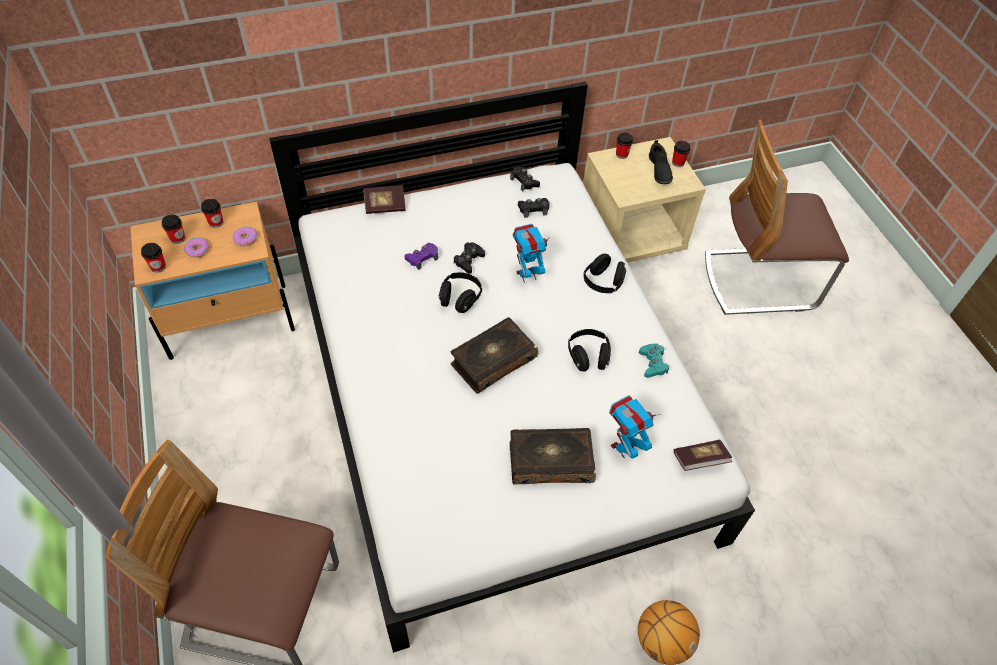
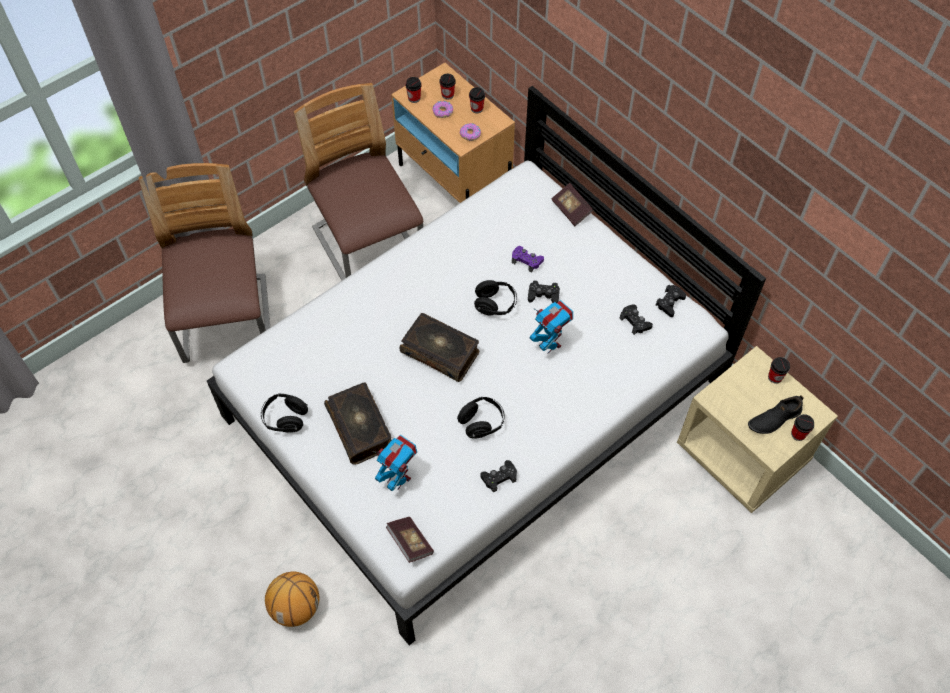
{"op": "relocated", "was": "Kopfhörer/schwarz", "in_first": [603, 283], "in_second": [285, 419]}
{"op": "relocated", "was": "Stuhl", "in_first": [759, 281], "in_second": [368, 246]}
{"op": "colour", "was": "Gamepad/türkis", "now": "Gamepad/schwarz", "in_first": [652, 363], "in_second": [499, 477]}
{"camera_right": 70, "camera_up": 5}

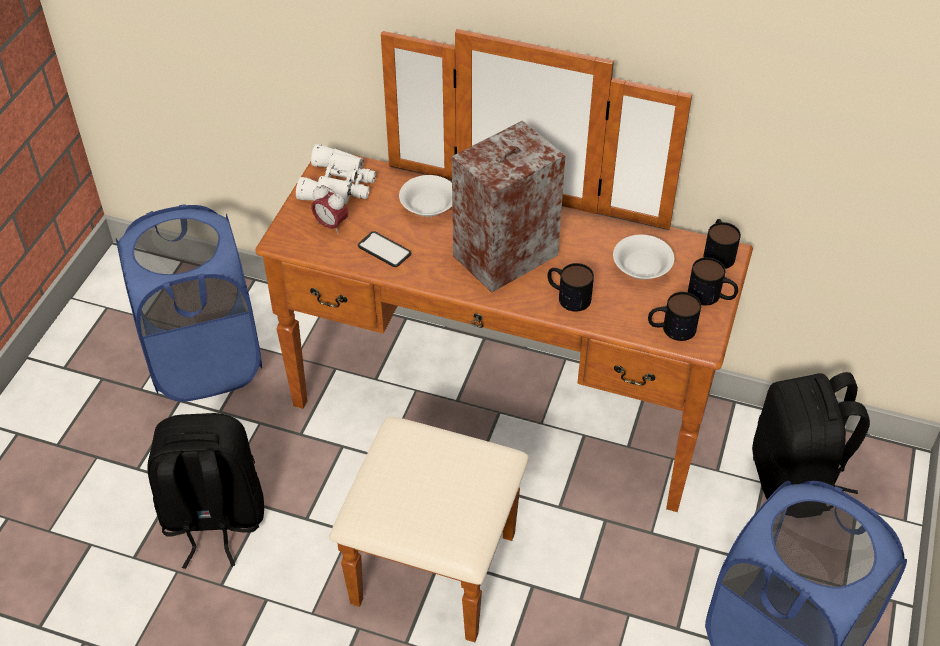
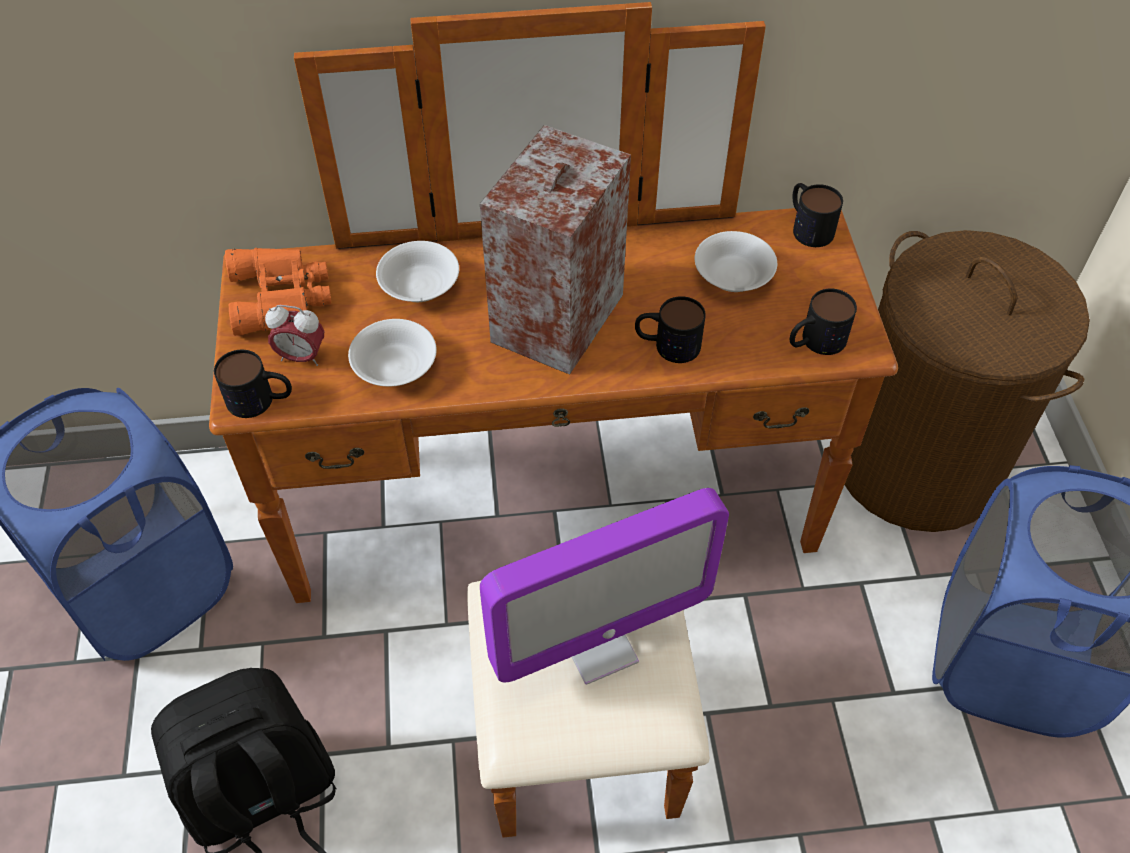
{"op": "appeared", "now": "Monitor", "in_second": [598, 646]}
{"op": "relocated", "was": "Henkelbecher", "in_first": [711, 296], "in_second": [261, 400]}
{"op": "exchanged", "was": "Handy", "now": "Schüssel/weiß", "in_first": [384, 250], "in_second": [394, 366]}
{"op": "exchanged", "was": "Rucksack/schwarz", "now": "Wäschekorb/braun", "in_first": [794, 481], "in_second": [917, 463]}
{"op": "colour", "was": "Fernglas/weiß", "now": "Fernglas/orange", "in_first": [339, 184], "in_second": [282, 296]}
{"camera_right": -25, "camera_up": 5}

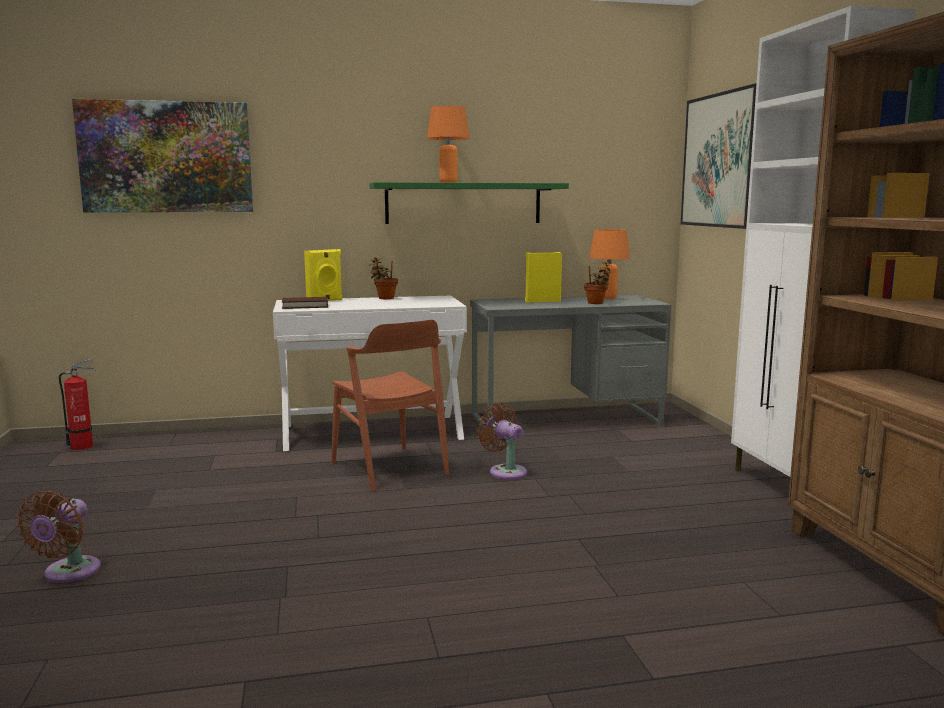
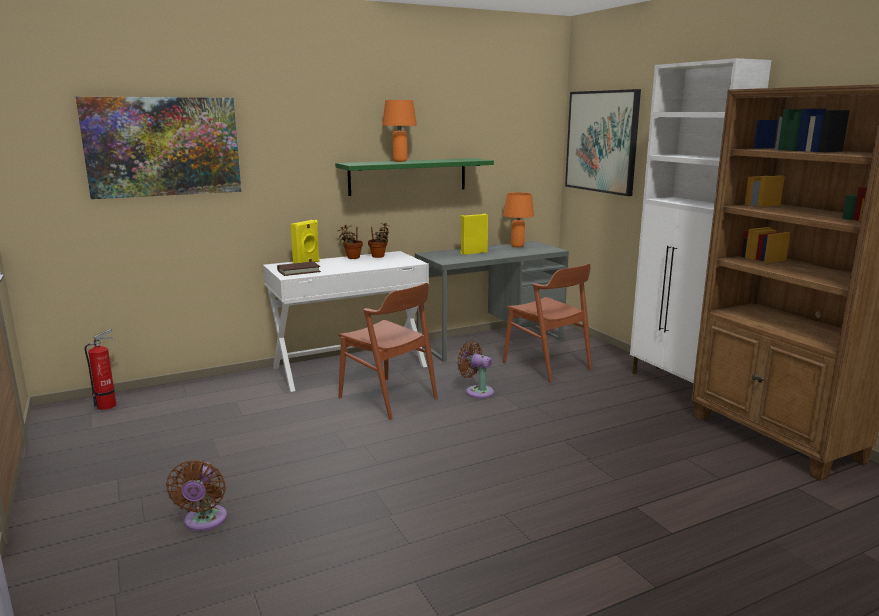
{"op": "appeared", "now": "Stuhl/braun", "in_second": [547, 365]}
{"op": "relocated", "was": "Topfpflanze", "in_first": [596, 303], "in_second": [379, 256]}
{"camera_right": -15, "camera_up": 5}

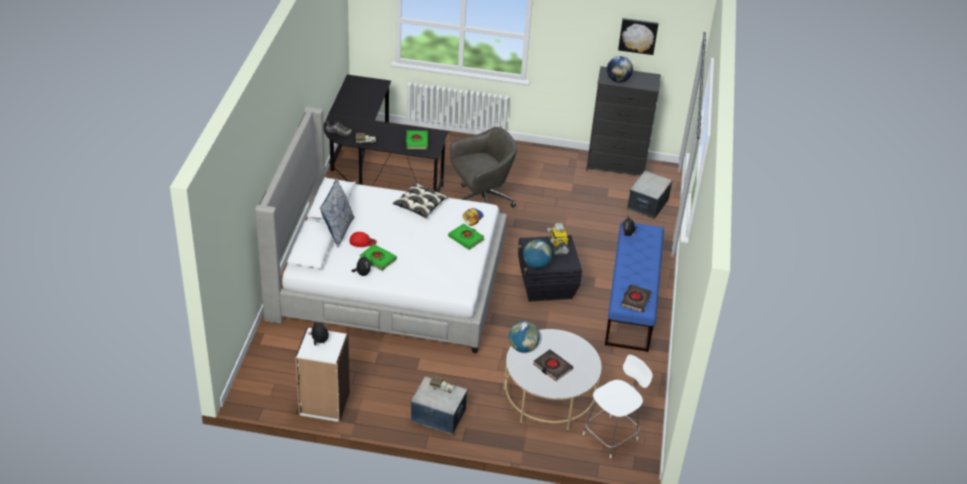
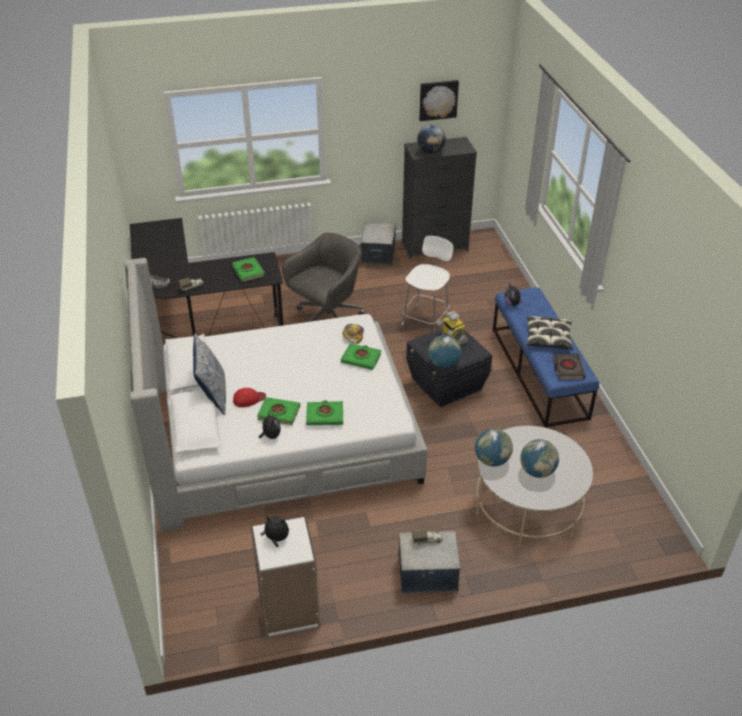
{"op": "appeared", "now": "Buch/grün", "in_second": [325, 415]}
{"op": "relocated", "was": "Kissen", "in_first": [420, 205], "in_second": [548, 338]}
{"op": "relocated", "was": "Stuhl/weiß", "in_first": [612, 436], "in_second": [426, 319]}
{"op": "relocated", "was": "Aufbewahrungsbox", "in_first": [647, 204], "in_second": [378, 255]}
{"op": "exchanged", "was": "Buch/schwarz", "now": "Globus", "in_first": [552, 367], "in_second": [537, 471]}
{"camera_right": -20, "camera_up": 0}

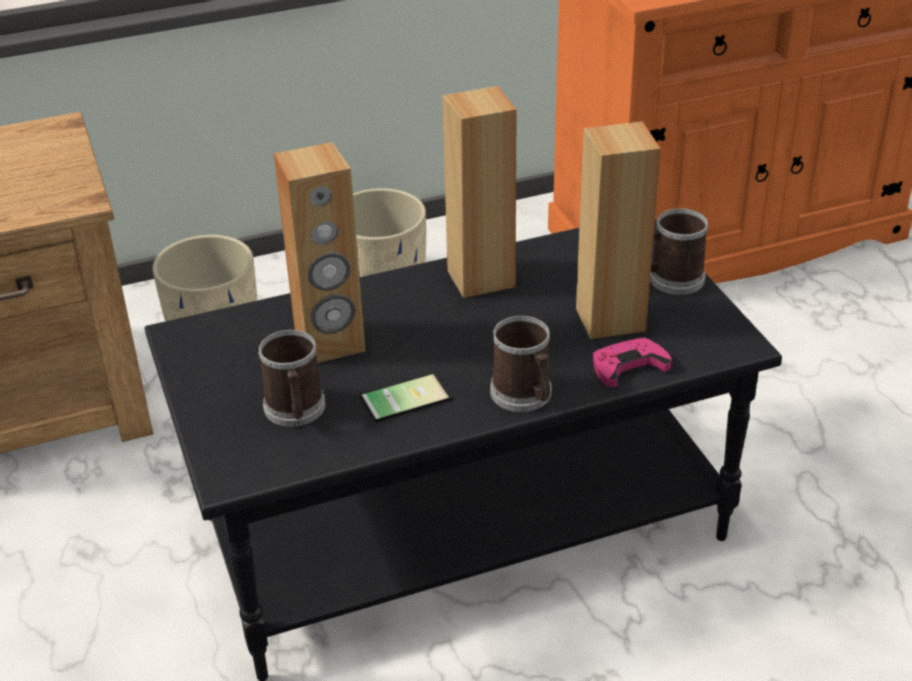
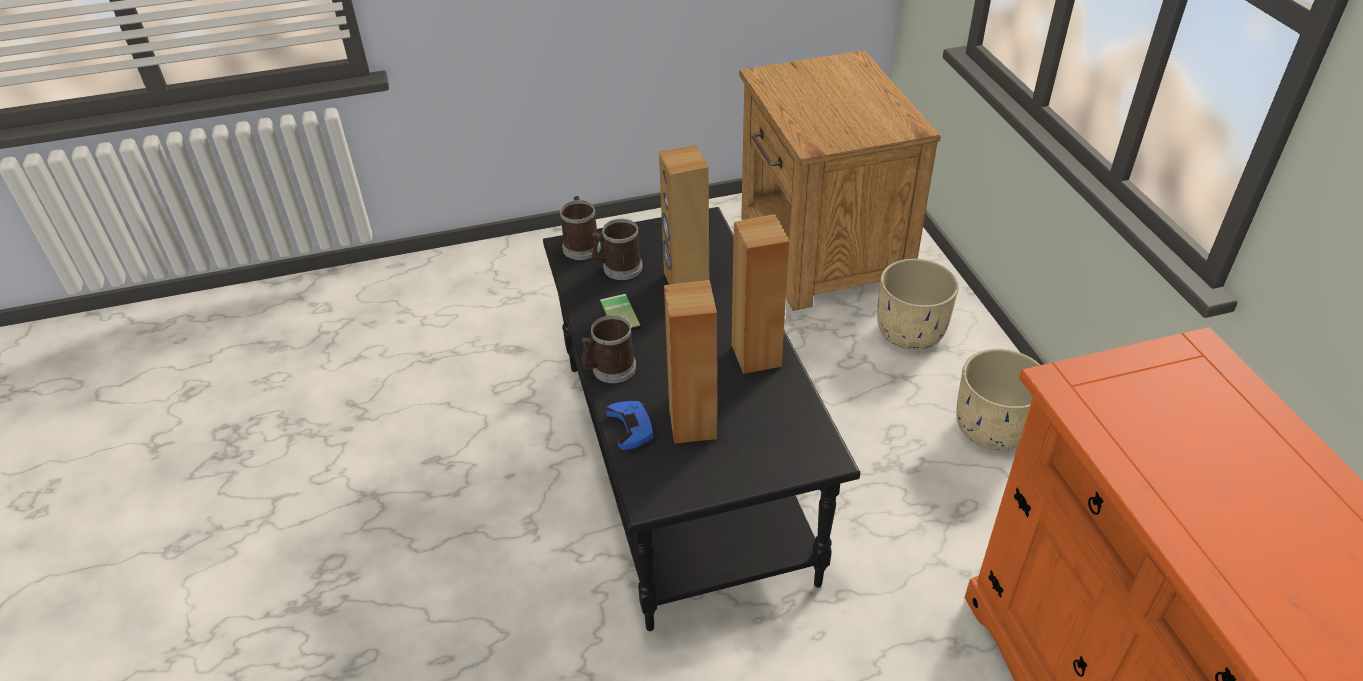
{"op": "relocated", "was": "Henkelbecher", "in_first": [670, 279], "in_second": [581, 245]}
{"op": "colour", "was": "Gamepad/rosa", "now": "Gamepad/blau", "in_first": [628, 366], "in_second": [631, 427]}
{"camera_right": 95, "camera_up": 5}

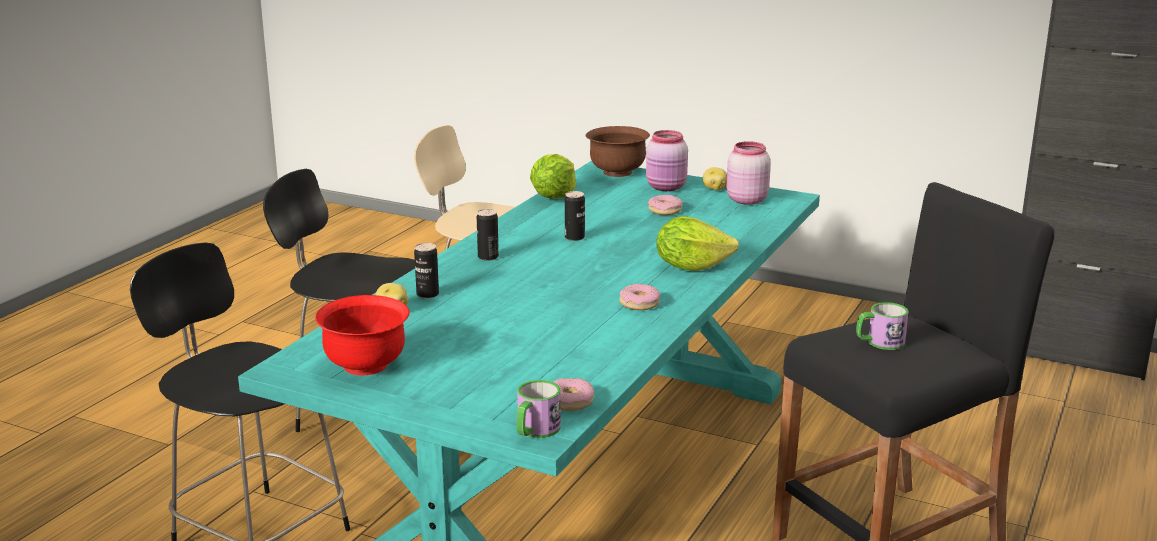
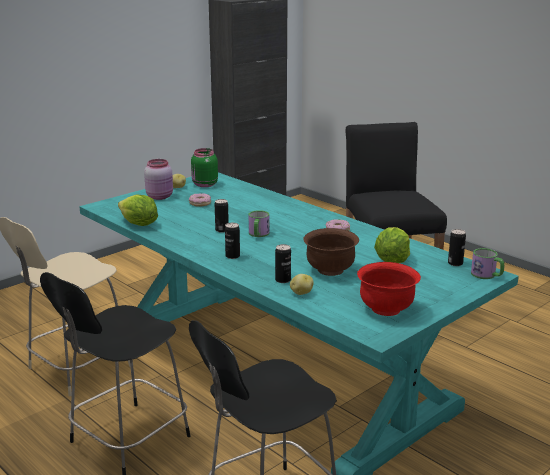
{"op": "relocated", "was": "Schüssel/braun", "in_first": [617, 172], "in_second": [330, 270]}
{"op": "relocated", "was": "Salatkopf", "in_first": [691, 266], "in_second": [392, 260]}
{"op": "relocated", "was": "Henkelbecher", "in_first": [879, 342], "in_second": [258, 234]}
{"op": "exchanged", "was": "Donut", "now": "Dose", "in_first": [569, 401], "in_second": [455, 263]}
{"op": "colour", "was": "Vorratsglas/rosa", "now": "Vorratsglas/grün", "in_first": [745, 200], "in_second": [204, 185]}
{"camera_right": -70, "camera_up": 0}

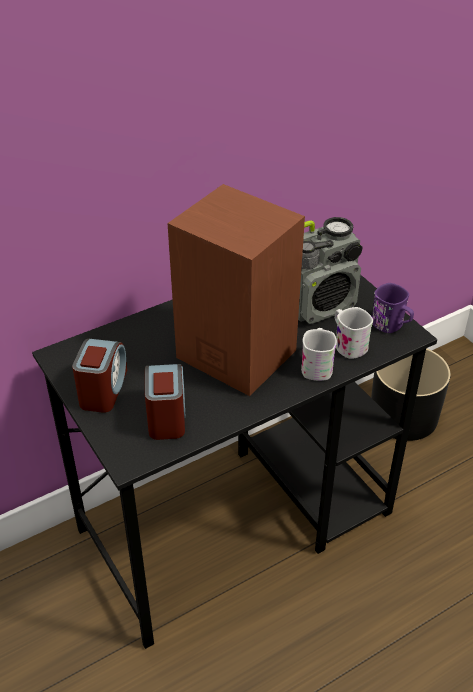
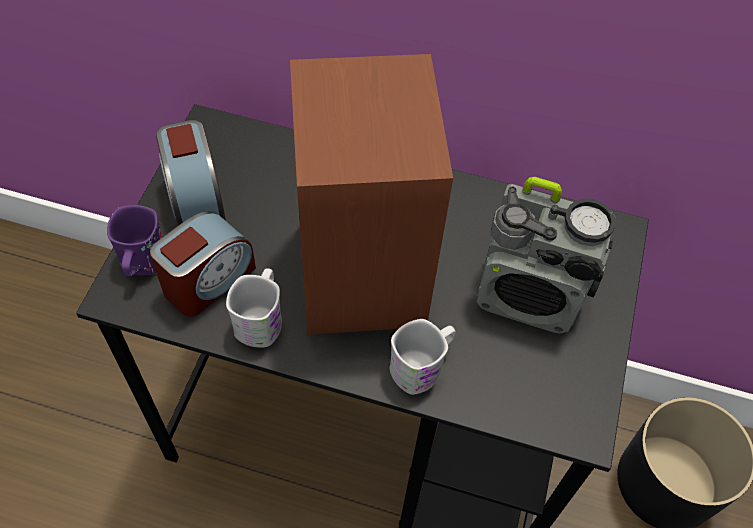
{"op": "relocated", "was": "Henkelbecher/weiß", "in_first": [347, 344], "in_second": [261, 319]}
{"op": "relocated", "was": "Henkelbecher/lila", "in_first": [391, 326], "in_second": [142, 264]}
{"op": "spun", "was": "Wecker", "in_first": [103, 389], "in_second": [195, 199], "clockwise": 105}
{"camera_right": 45, "camera_up": 15}

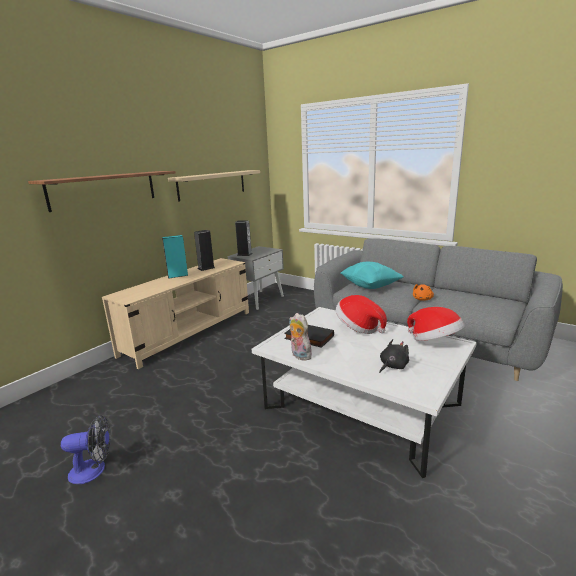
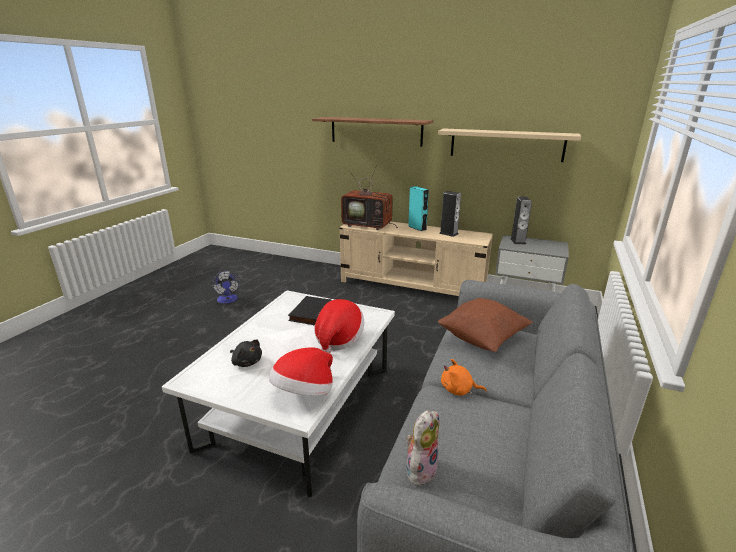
{"op": "appeared", "now": "Fernseher", "in_second": [369, 225]}
{"op": "relocated", "was": "Plüschtier", "in_first": [299, 356], "in_second": [420, 469]}
{"op": "colour", "was": "Kissen/türkis", "now": "Kissen/braun", "in_first": [370, 286], "in_second": [482, 339]}
{"camera_right": 75, "camera_up": 5}

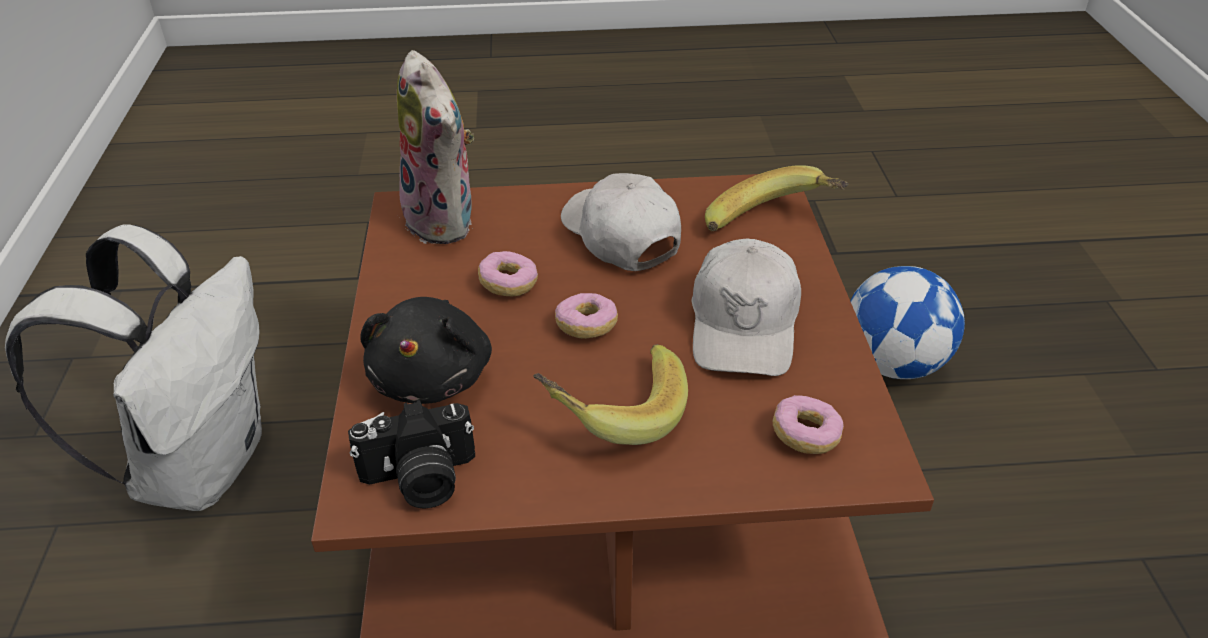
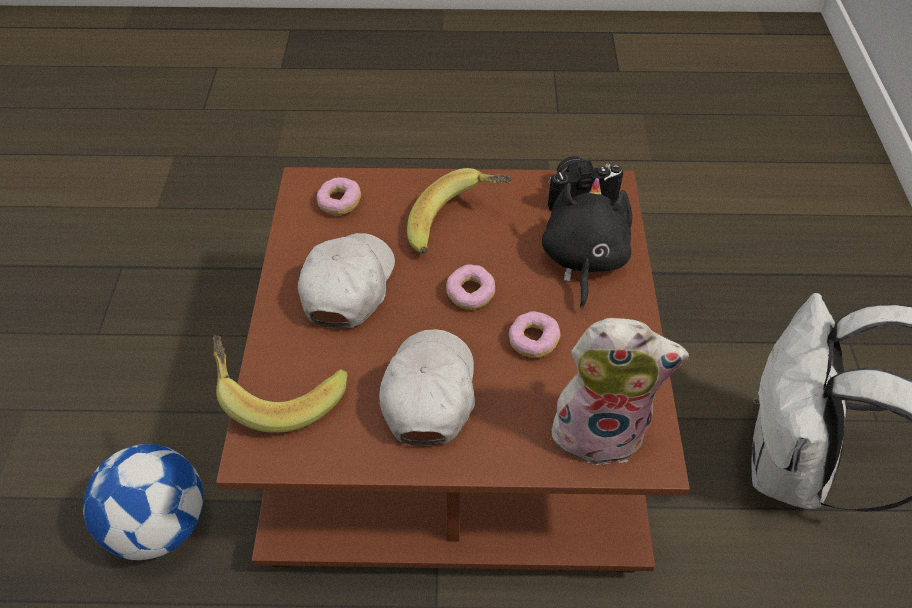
{"op": "spun", "was": "Plüschtier", "in_first": [446, 221], "in_second": [600, 429], "clockwise": 120}
{"op": "spun", "was": "Kappe/weiß", "in_first": [620, 236], "in_second": [428, 393], "clockwise": -150}
{"camera_right": -175, "camera_up": 10}

